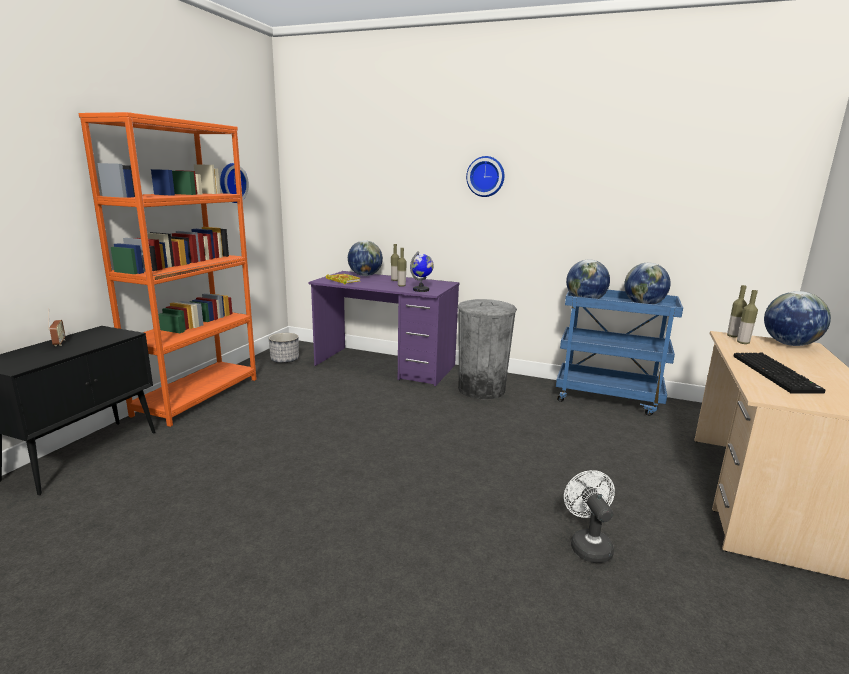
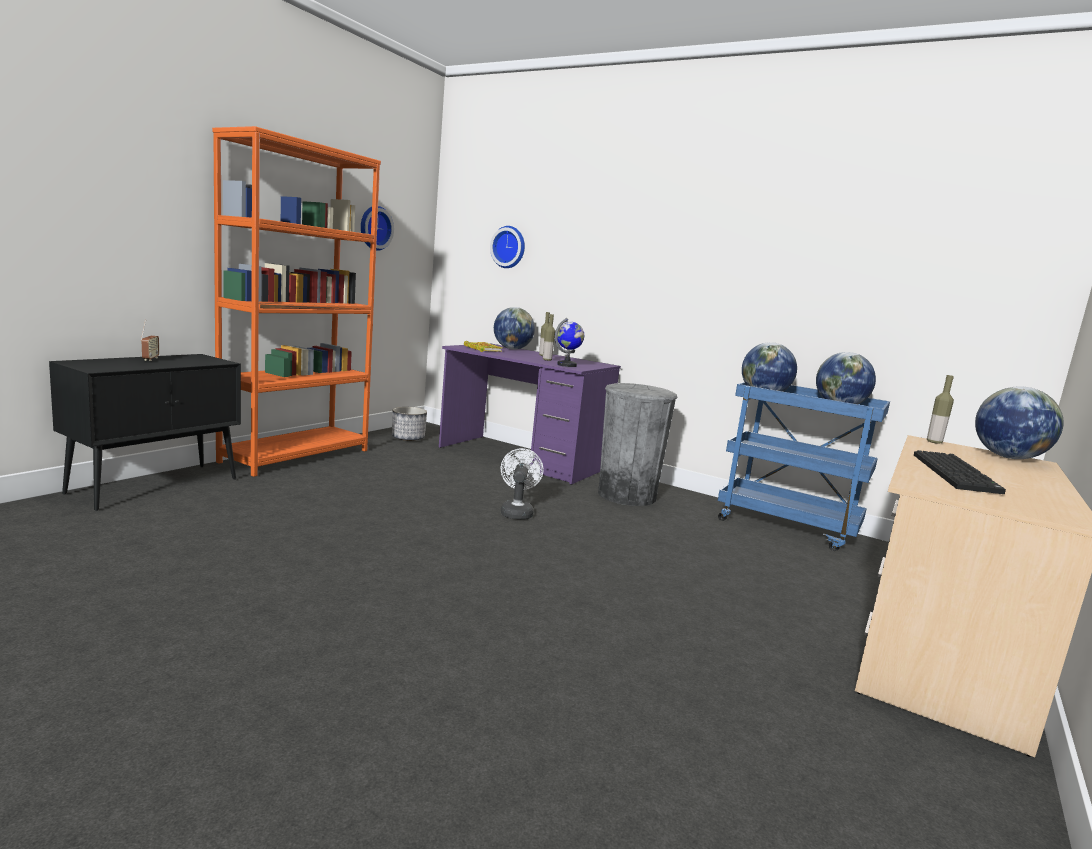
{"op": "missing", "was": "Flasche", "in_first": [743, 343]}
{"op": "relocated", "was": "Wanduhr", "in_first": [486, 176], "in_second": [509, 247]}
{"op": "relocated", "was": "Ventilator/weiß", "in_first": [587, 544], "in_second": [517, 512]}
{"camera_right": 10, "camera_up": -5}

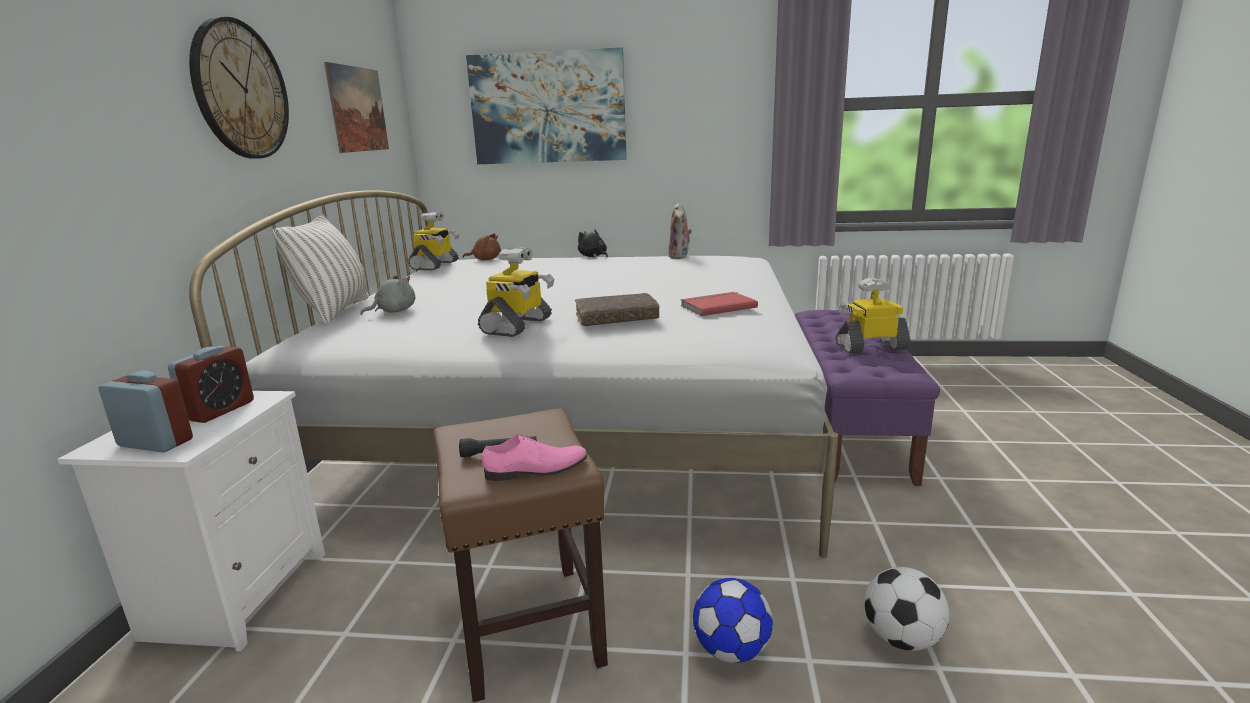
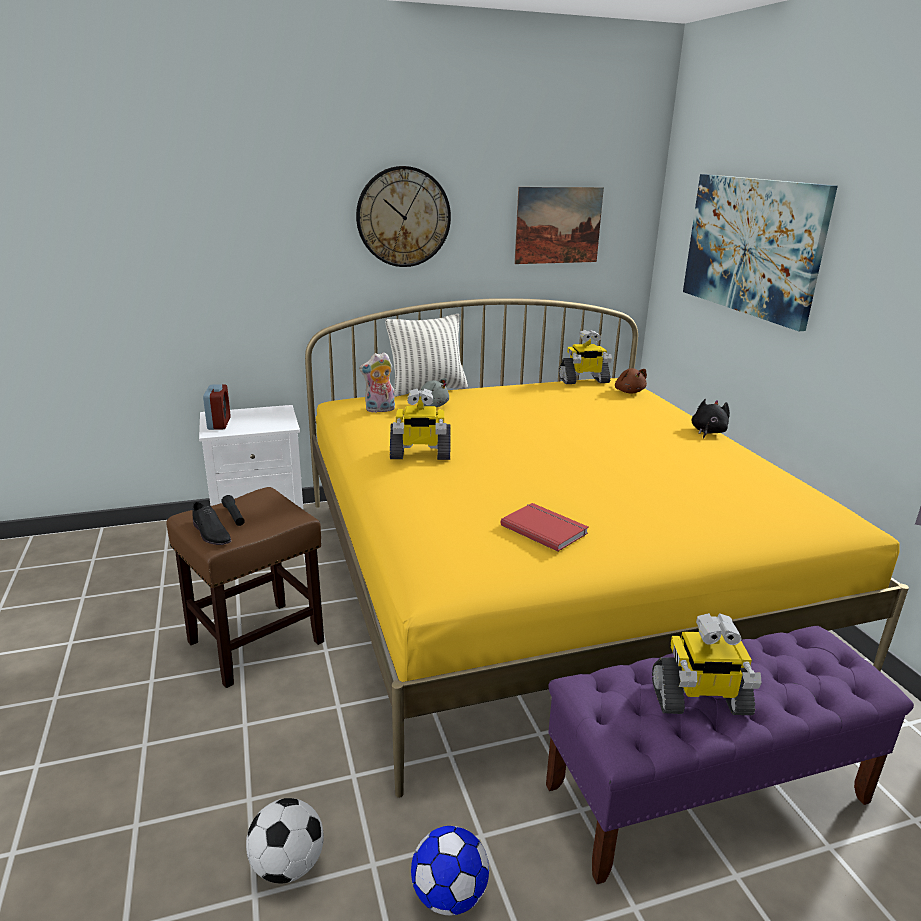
{"op": "missing", "was": "Wecker", "in_first": [219, 410]}
{"op": "missing", "was": "Buch/braun", "in_first": [616, 319]}
{"op": "relocated", "was": "Plüschtier", "in_first": [680, 256], "in_second": [379, 410]}
{"op": "relocated", "was": "Fußball", "in_first": [731, 650], "in_second": [449, 895]}
{"op": "colour", "was": "Bett/weiß", "now": "Bett/gelb", "in_first": [573, 425], "in_second": [545, 578]}
{"op": "colour", "was": "Schuh/rosa", "now": "Schuh/schwarz", "in_first": [537, 469], "in_second": [210, 533]}
{"op": "spun", "was": "Spielzeugroboter", "in_first": [871, 347], "in_second": [700, 700], "clockwise": 120}
{"camera_right": 65, "camera_up": 5}

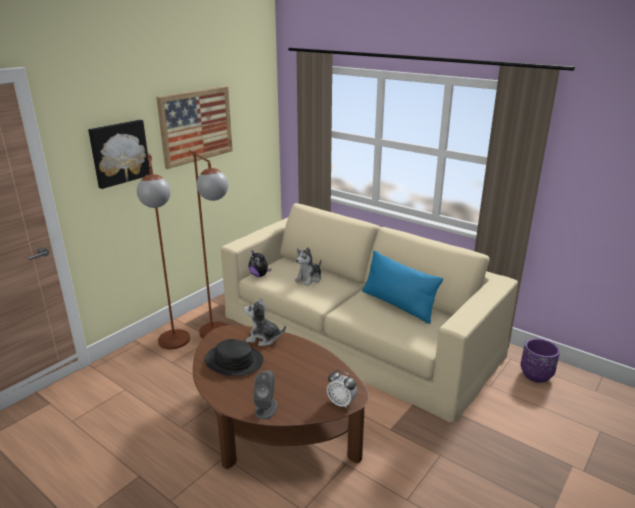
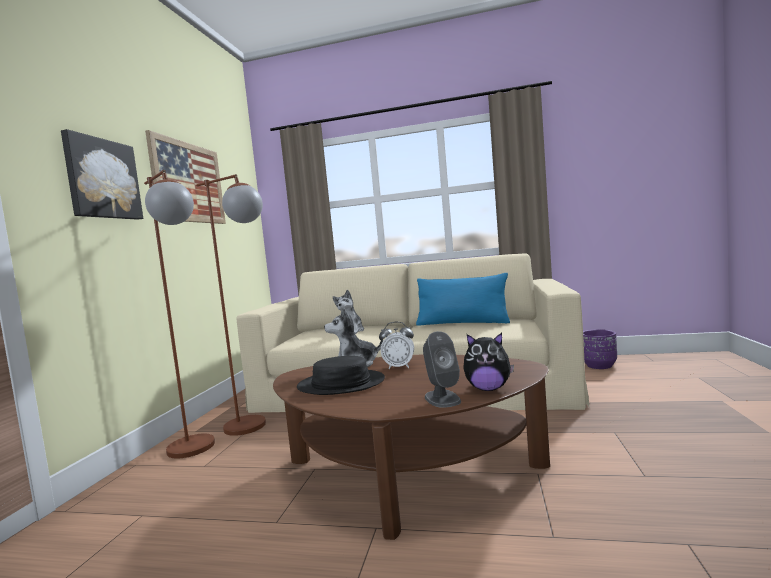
{"op": "relocated", "was": "Plüschtier", "in_first": [259, 275], "in_second": [488, 389]}
{"op": "relocated", "was": "Wecker", "in_first": [341, 403], "in_second": [399, 367]}
{"camera_right": -25, "camera_up": -20}

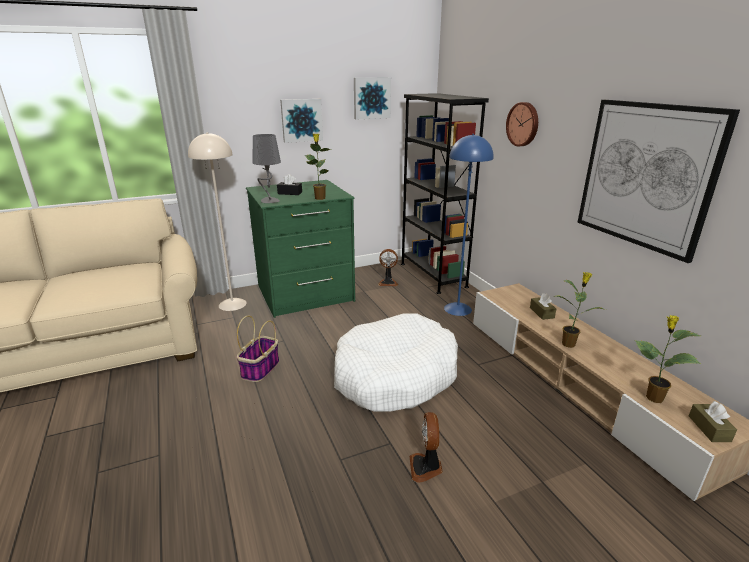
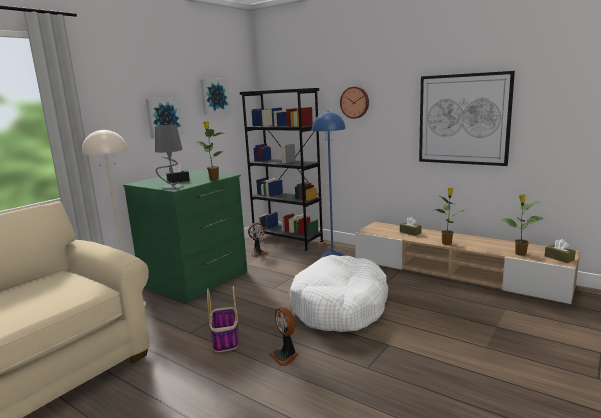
{"op": "relocated", "was": "Ventilator", "in_first": [426, 467], "in_second": [285, 356]}
{"camera_right": -30, "camera_up": -10}

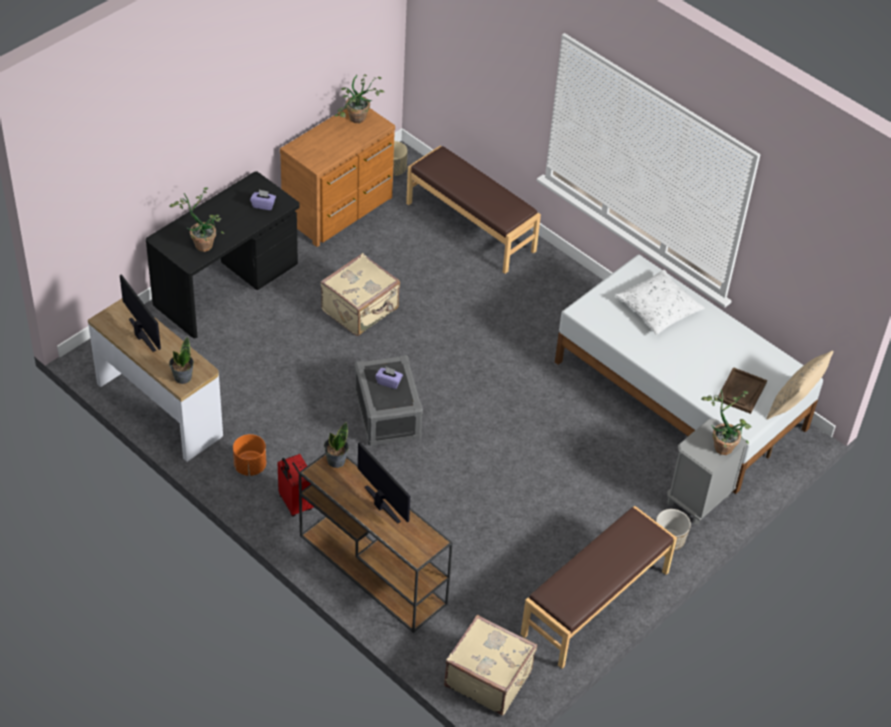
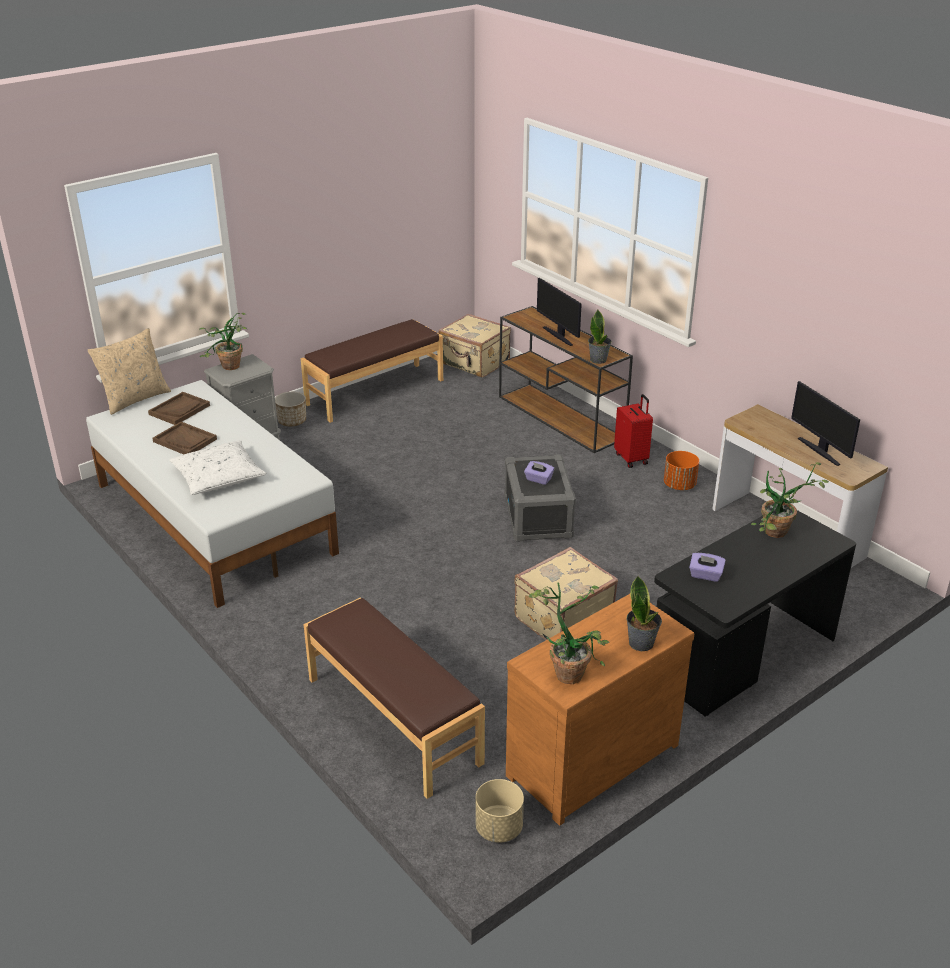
{"op": "appeared", "now": "Tablett/braun", "in_second": [185, 440]}
{"op": "relocated", "was": "Topfpflanze", "in_first": [182, 377], "in_second": [641, 643]}
{"camera_right": -170, "camera_up": -15}

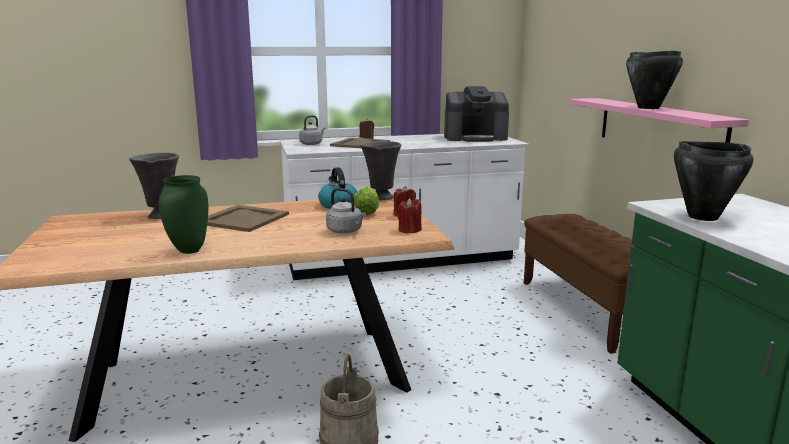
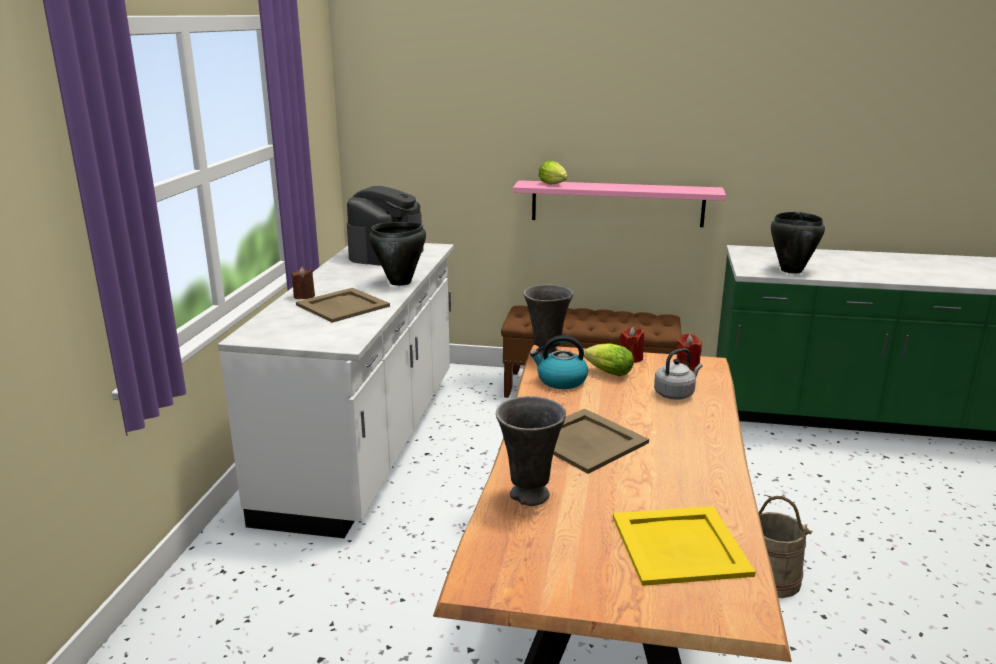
{"op": "missing", "was": "Vase/grün", "in_first": [189, 251]}
{"op": "missing", "was": "Wasserkessel/grau", "in_first": [312, 144]}
{"op": "appeared", "now": "Salatkopf", "in_second": [554, 185]}
{"op": "appeared", "now": "Tablett/gelb", "in_second": [678, 545]}
{"op": "relocated", "was": "Kochtopf/schwarz", "in_first": [648, 108], "in_second": [400, 282]}
{"camera_right": -65, "camera_up": 5}

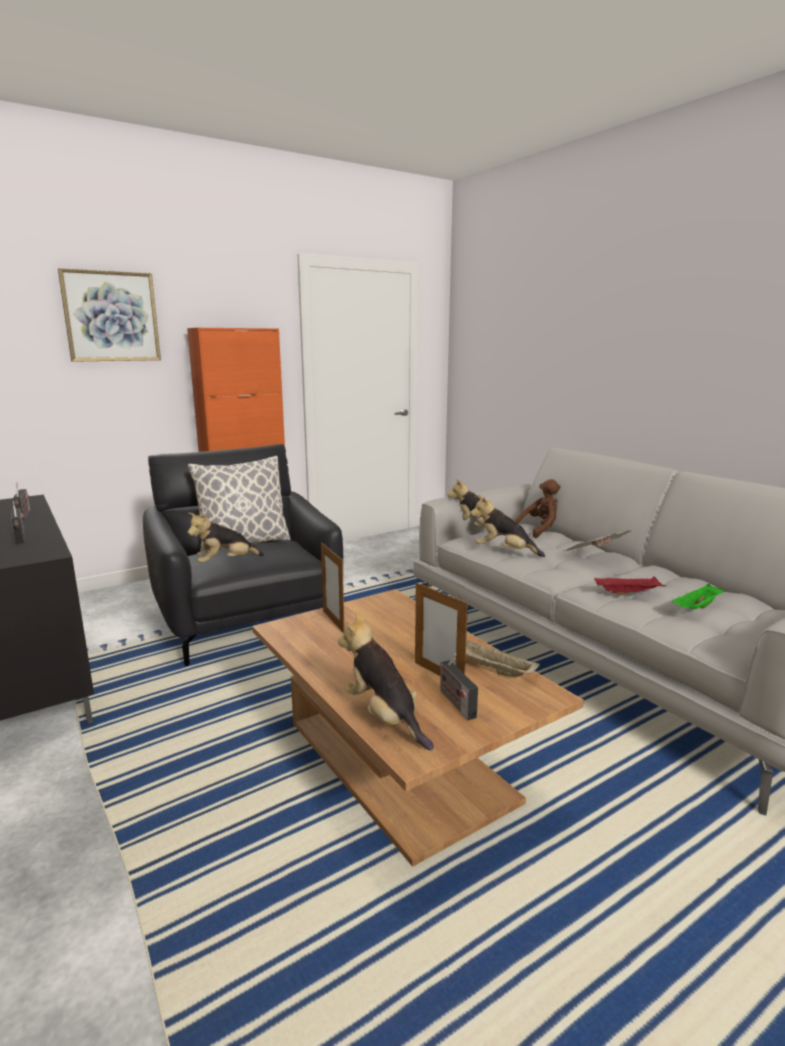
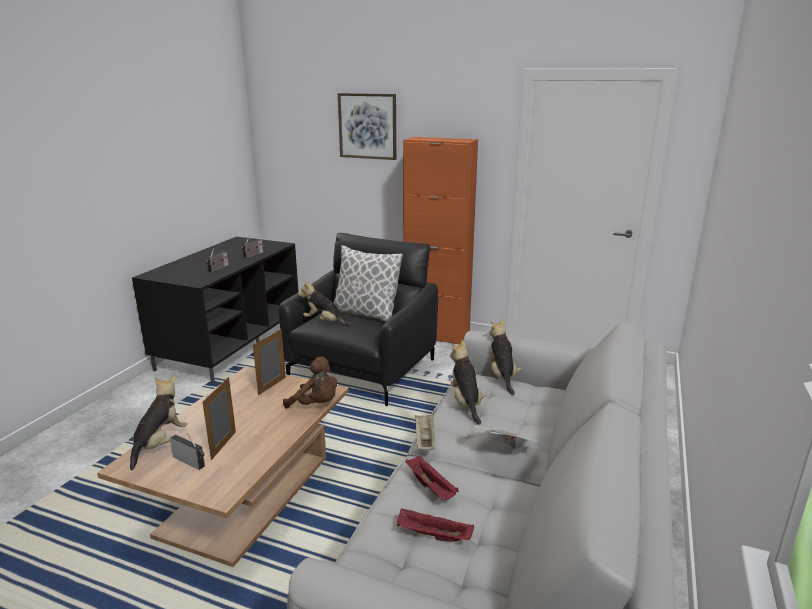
{"op": "relocated", "was": "Tablett/beige", "in_first": [495, 670], "in_second": [424, 440]}
{"op": "relocated", "was": "Plüschtier/braun", "in_first": [540, 530], "in_second": [316, 404]}
{"op": "colour", "was": "Tablett/grün", "now": "Tablett/rot", "in_first": [697, 608], "in_second": [432, 536]}
{"op": "spun", "was": "Radio", "in_first": [455, 702], "in_second": [190, 462], "clockwise": 90}
{"camera_right": 55, "camera_up": 5}

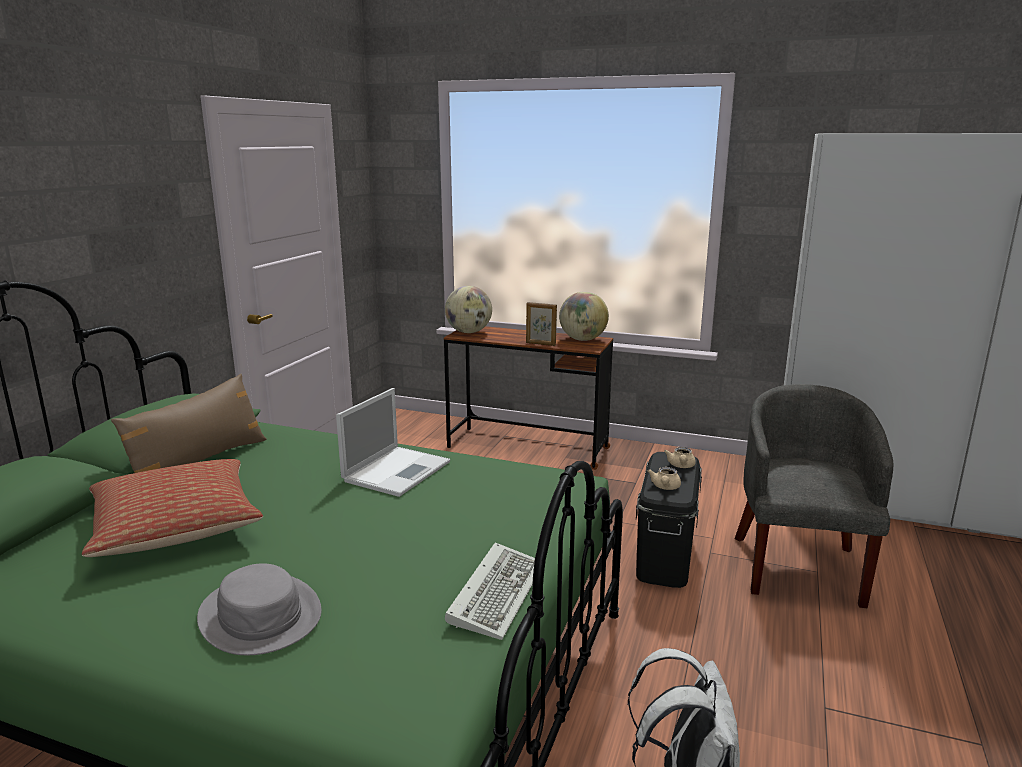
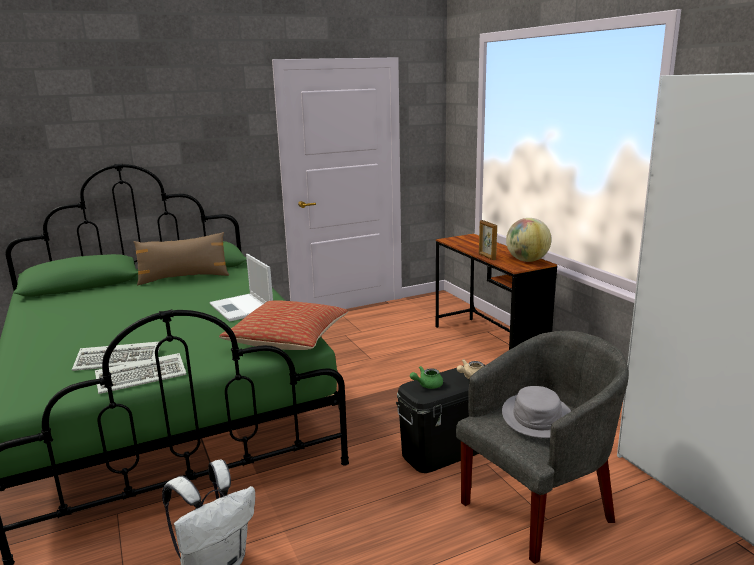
{"op": "missing", "was": "Globus", "in_first": [469, 332]}
{"op": "appeared", "now": "Tastatur", "in_second": [120, 359]}
{"op": "relocated", "was": "Kissen", "in_first": [176, 526], "in_second": [288, 339]}
{"op": "relocated", "was": "Hut/grau", "in_first": [261, 615], "in_second": [537, 417]}
{"op": "colour", "was": "Teekanne/beige", "now": "Teekanne/grün", "in_first": [665, 487], "in_second": [427, 385]}
{"op": "spun", "was": "Laptop", "in_first": [398, 470], "in_second": [242, 308], "clockwise": 75}
{"camera_right": 45, "camera_up": 0}

